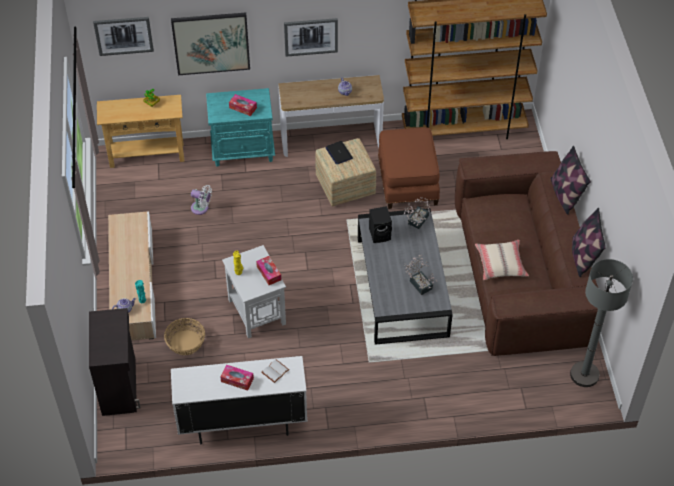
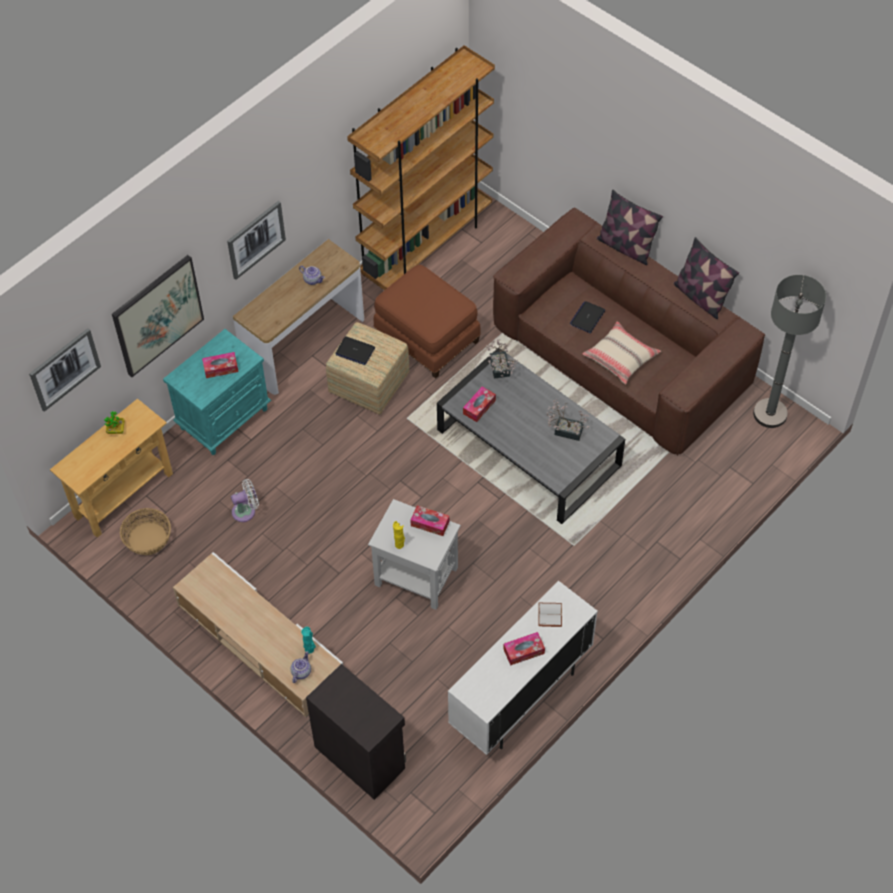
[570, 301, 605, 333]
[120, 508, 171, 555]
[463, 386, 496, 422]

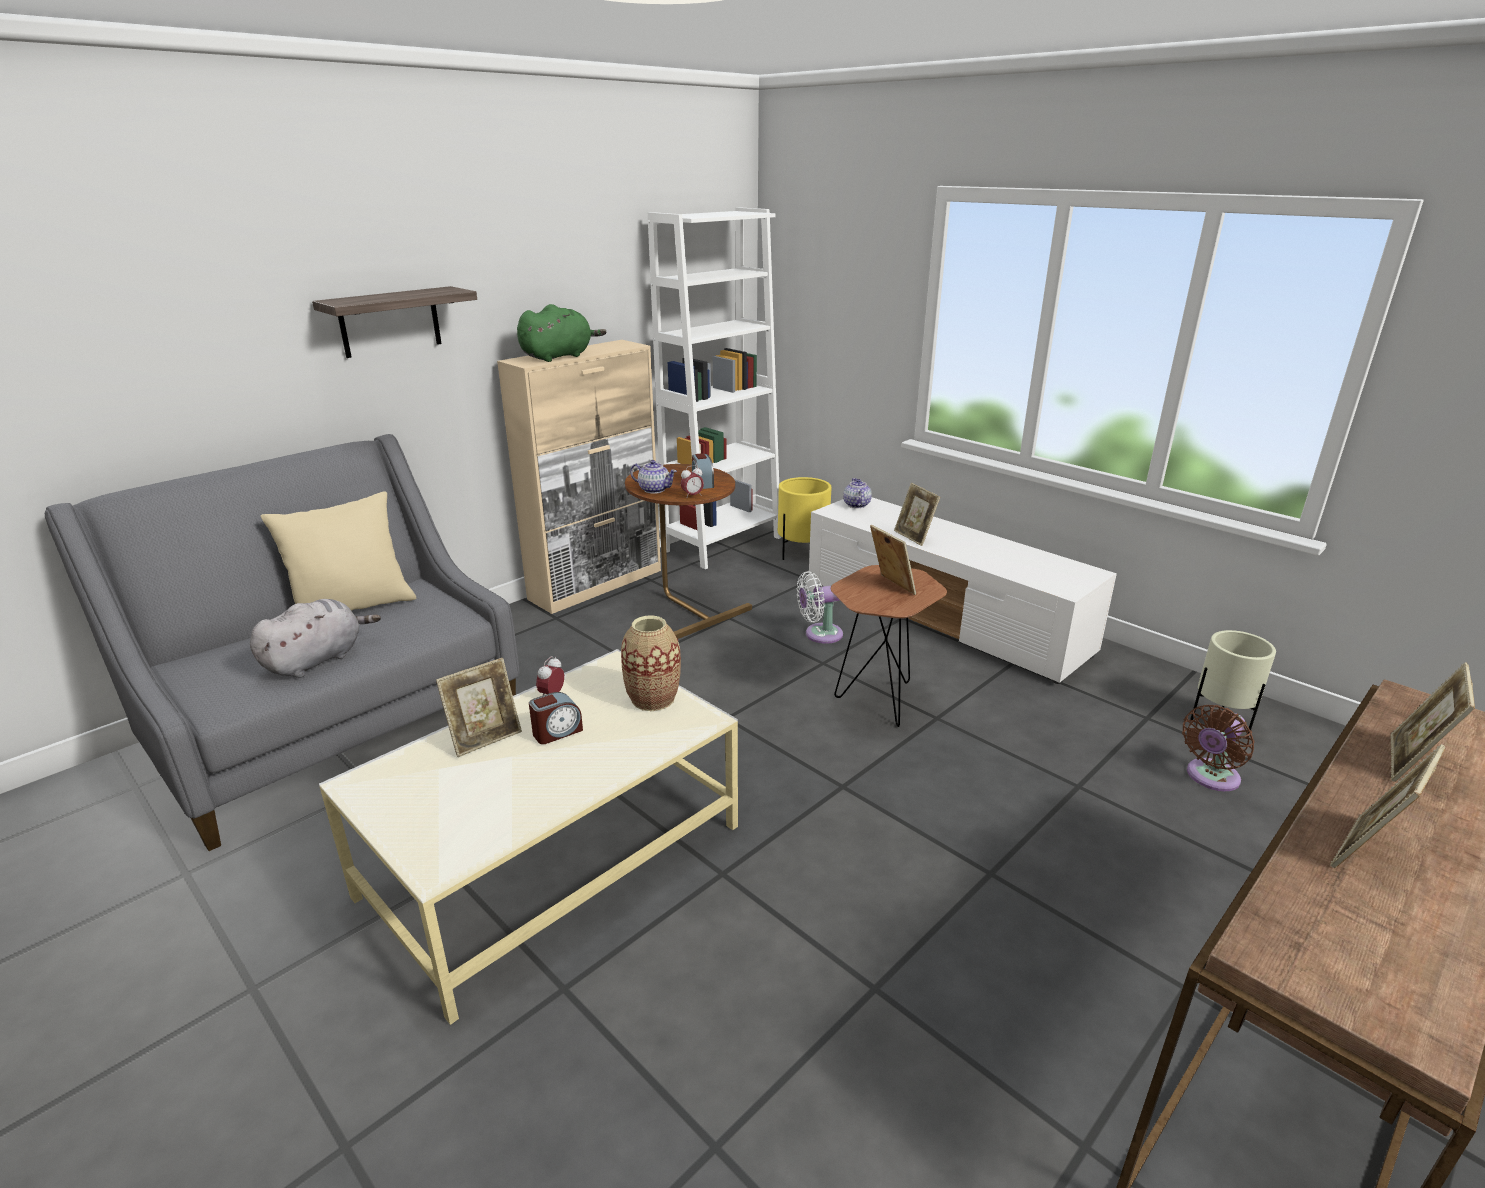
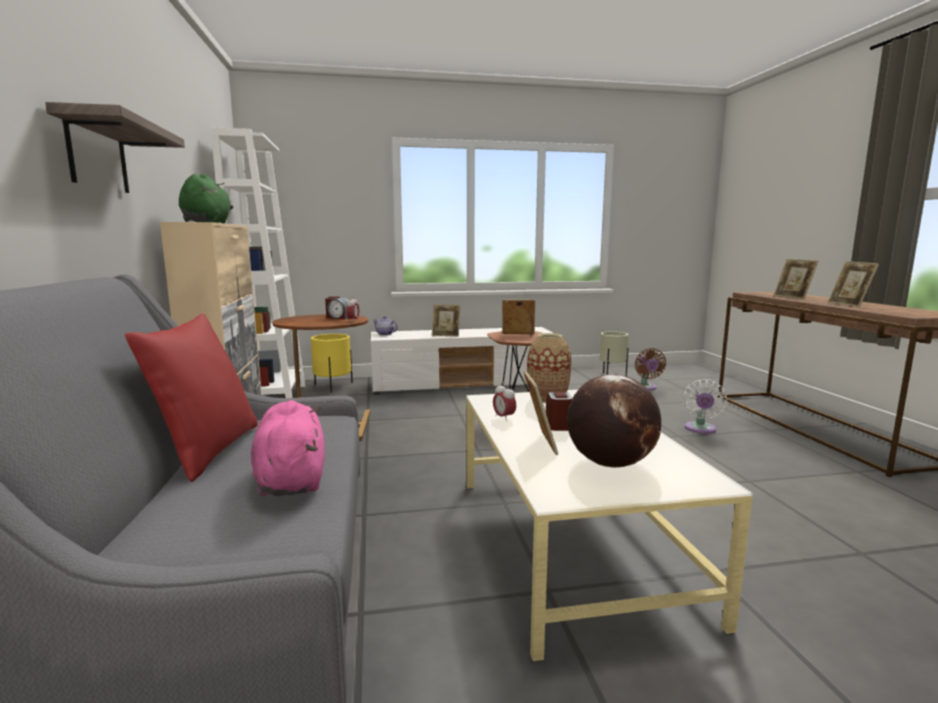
[630, 460, 677, 494] (first image)
[567, 374, 661, 468]
[683, 379, 727, 434]
[251, 400, 325, 496]
[125, 314, 258, 482]

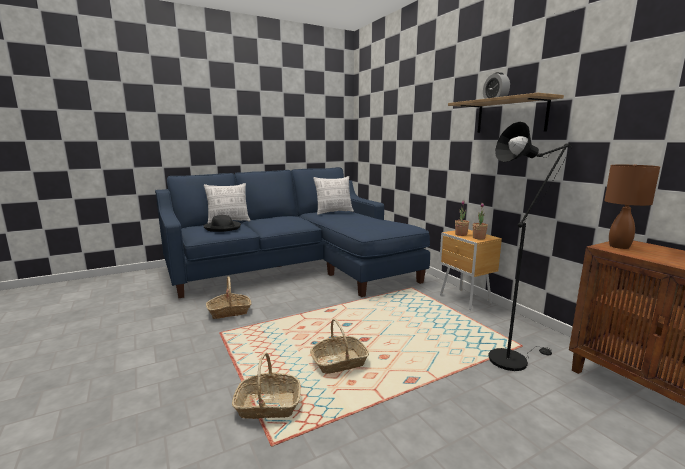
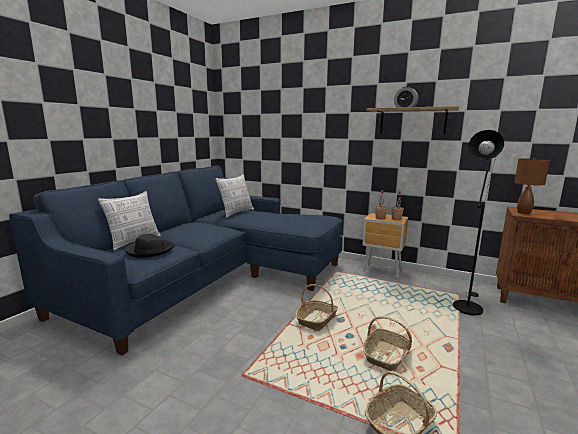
[296, 284, 338, 331]

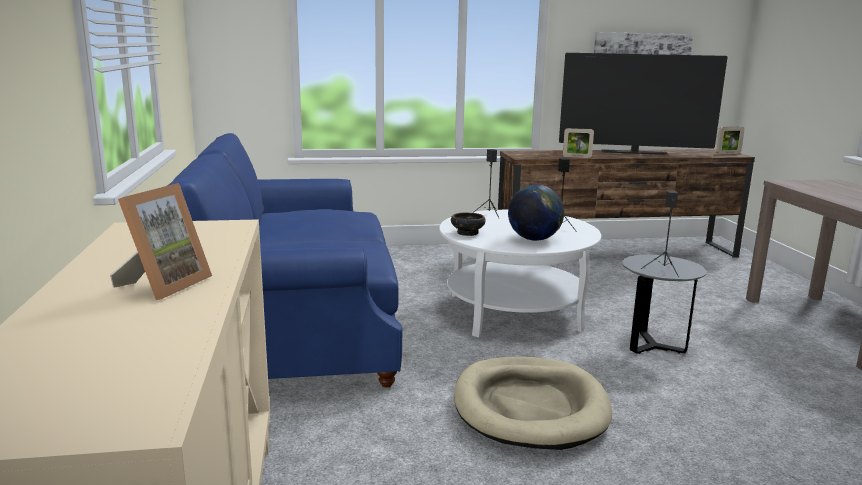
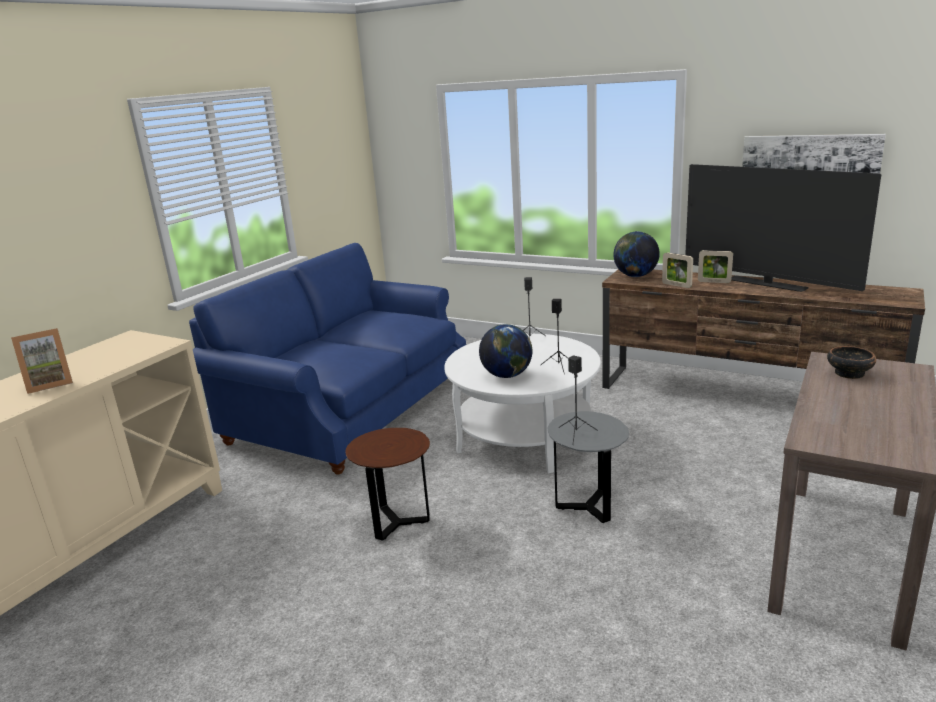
[613, 231, 660, 277]
[827, 346, 876, 379]
[698, 250, 733, 283]
[345, 428, 430, 541]

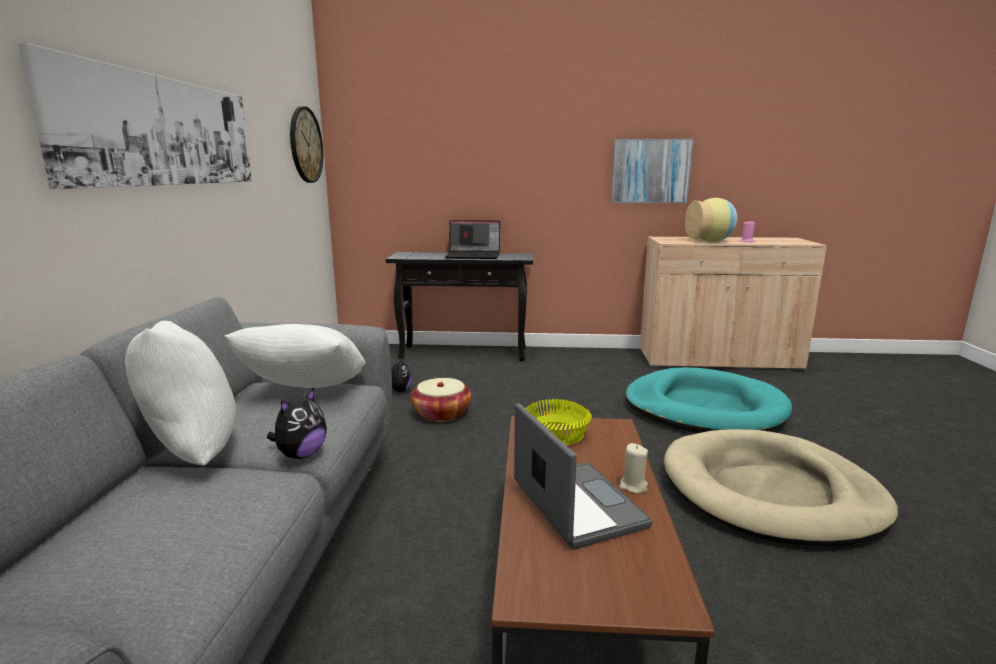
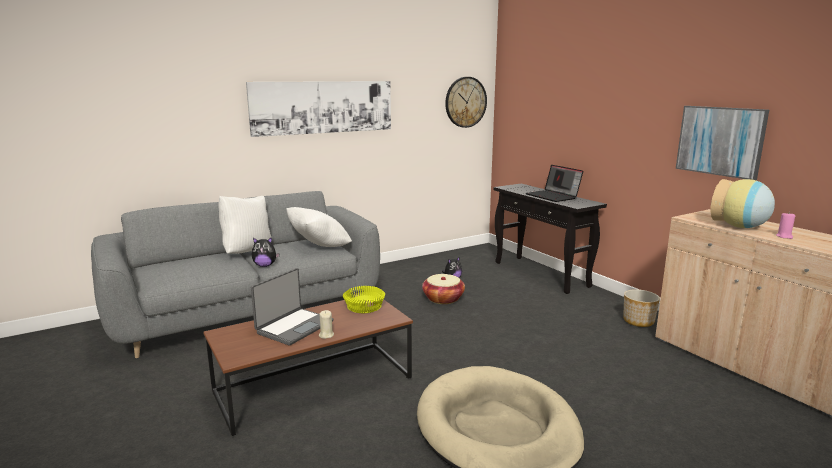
[625, 367, 792, 433] (first image)
[623, 289, 660, 327]

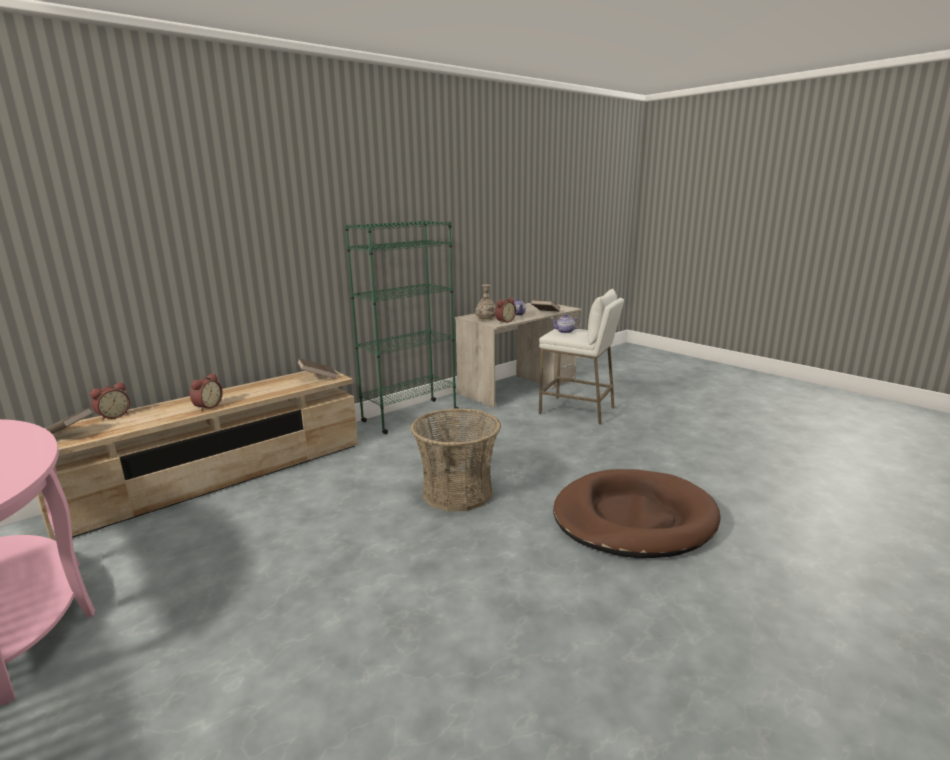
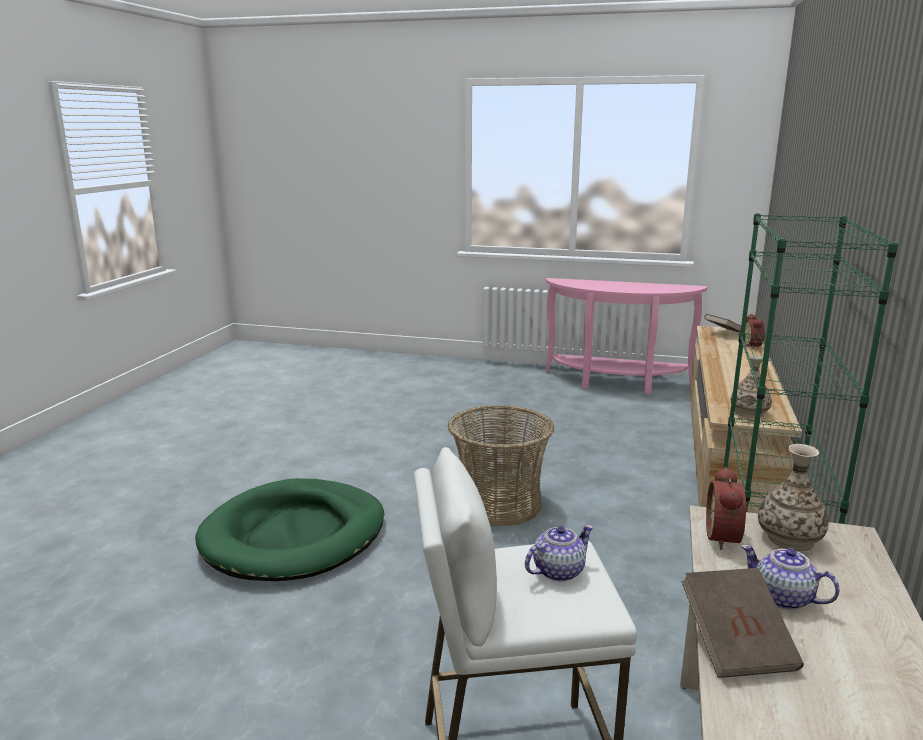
[190, 373, 223, 411] (first image)
[730, 355, 772, 418]
[195, 478, 384, 581]

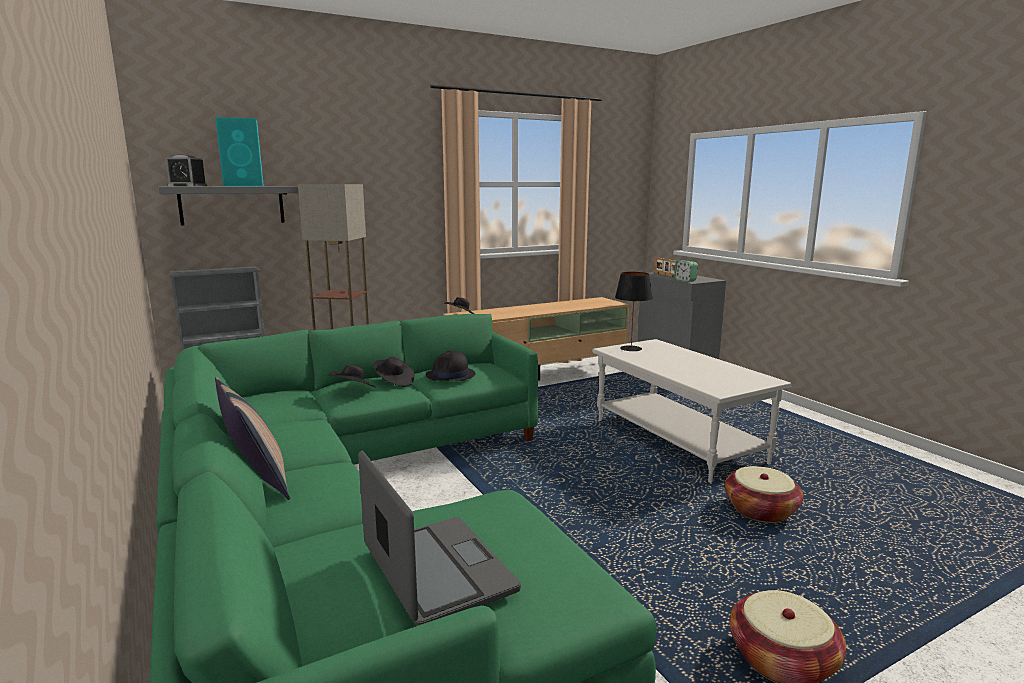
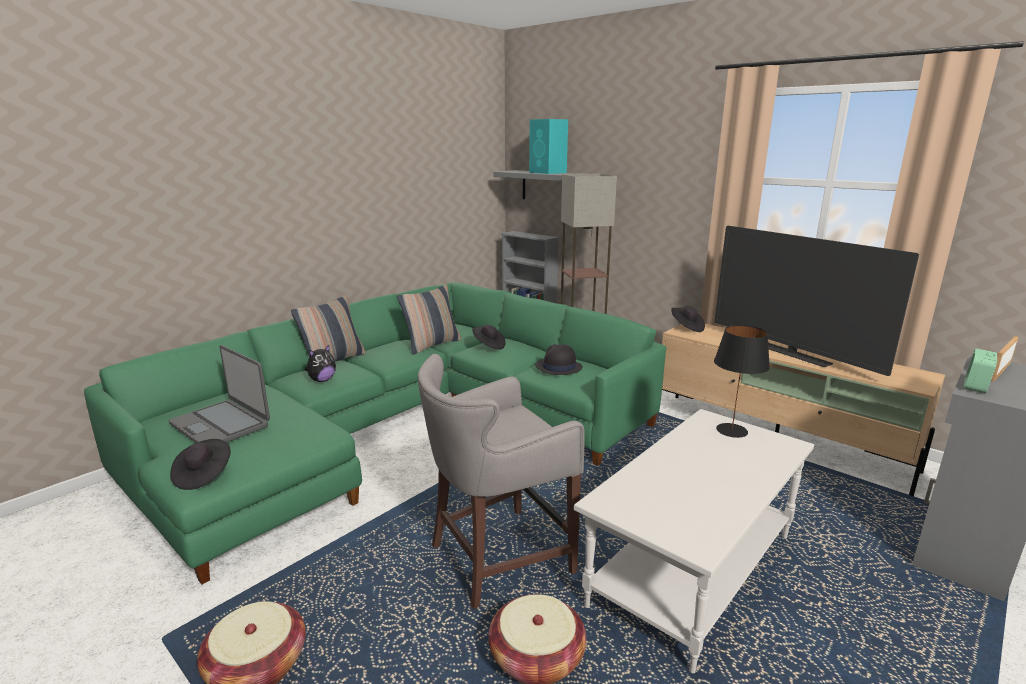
[165, 155, 207, 186] (first image)
[305, 345, 336, 382]
[397, 284, 461, 355]
[418, 354, 585, 609]
[714, 226, 919, 376]
[170, 439, 231, 490]
[169, 345, 270, 443]

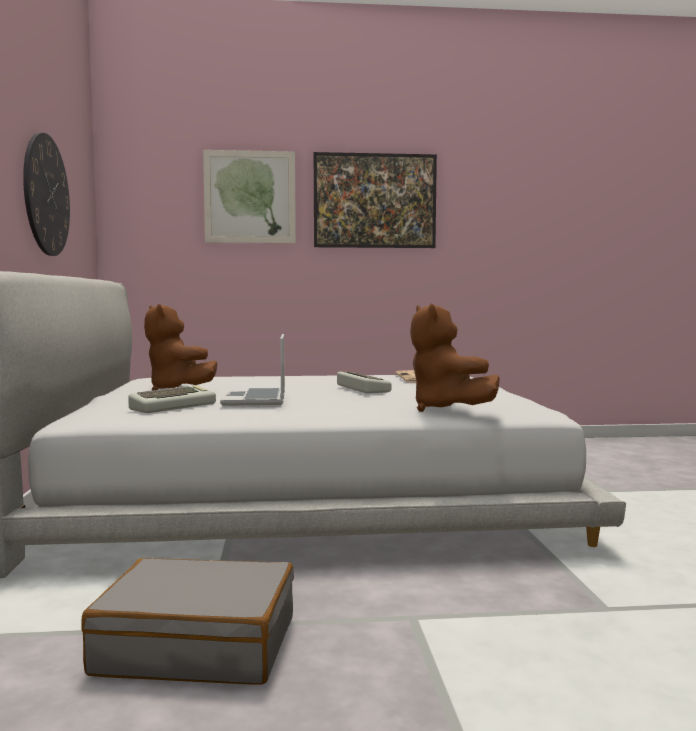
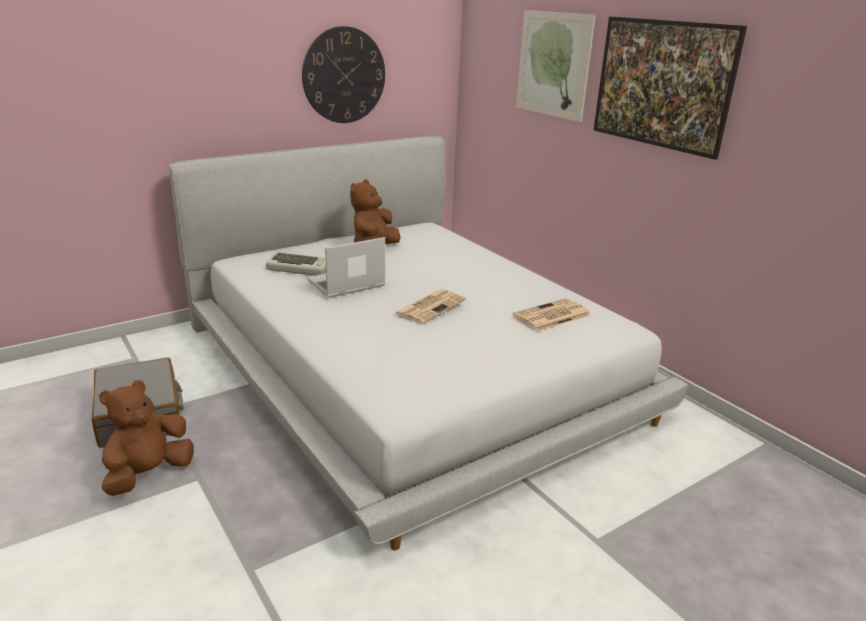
[99, 380, 194, 496]
[394, 289, 466, 324]

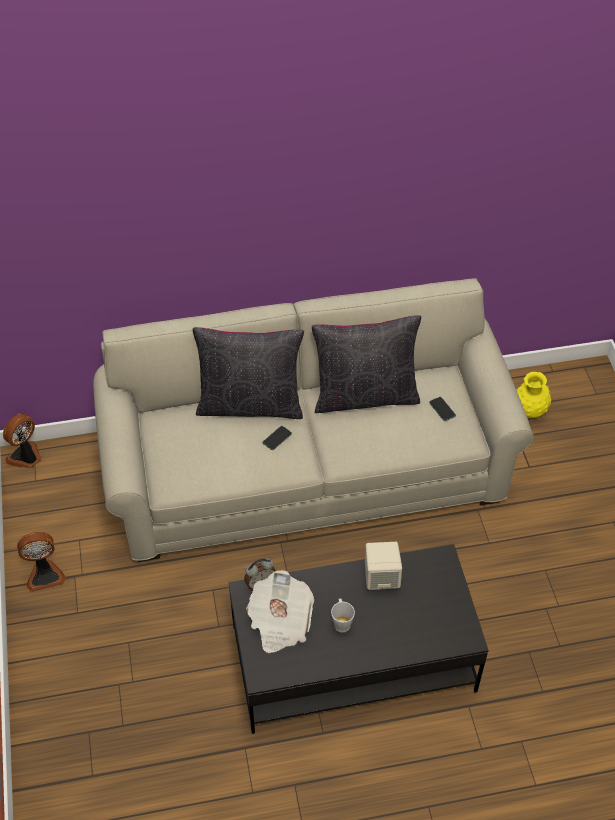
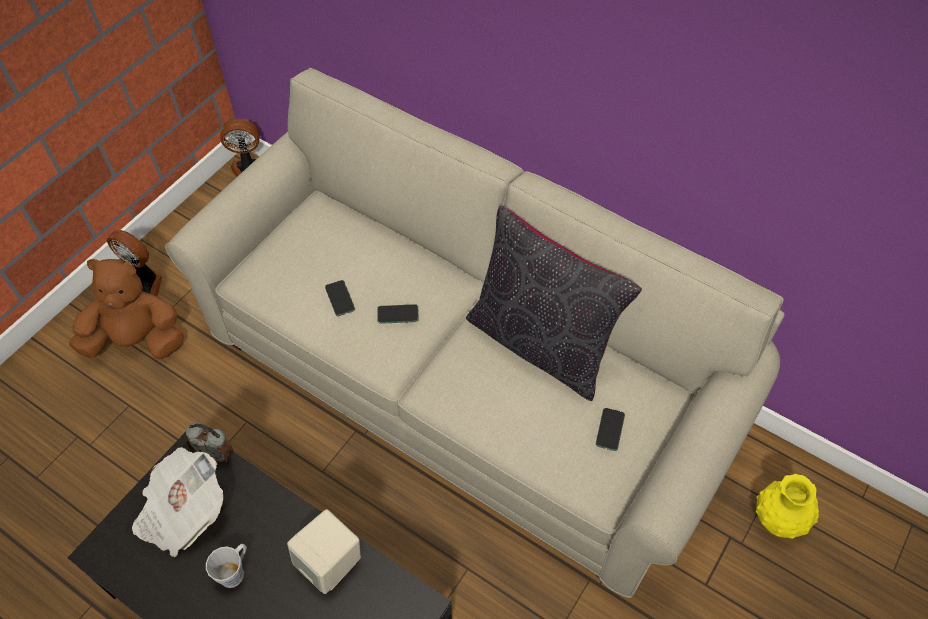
[193, 327, 304, 419] (first image)
[69, 259, 184, 359]
[325, 280, 355, 316]

